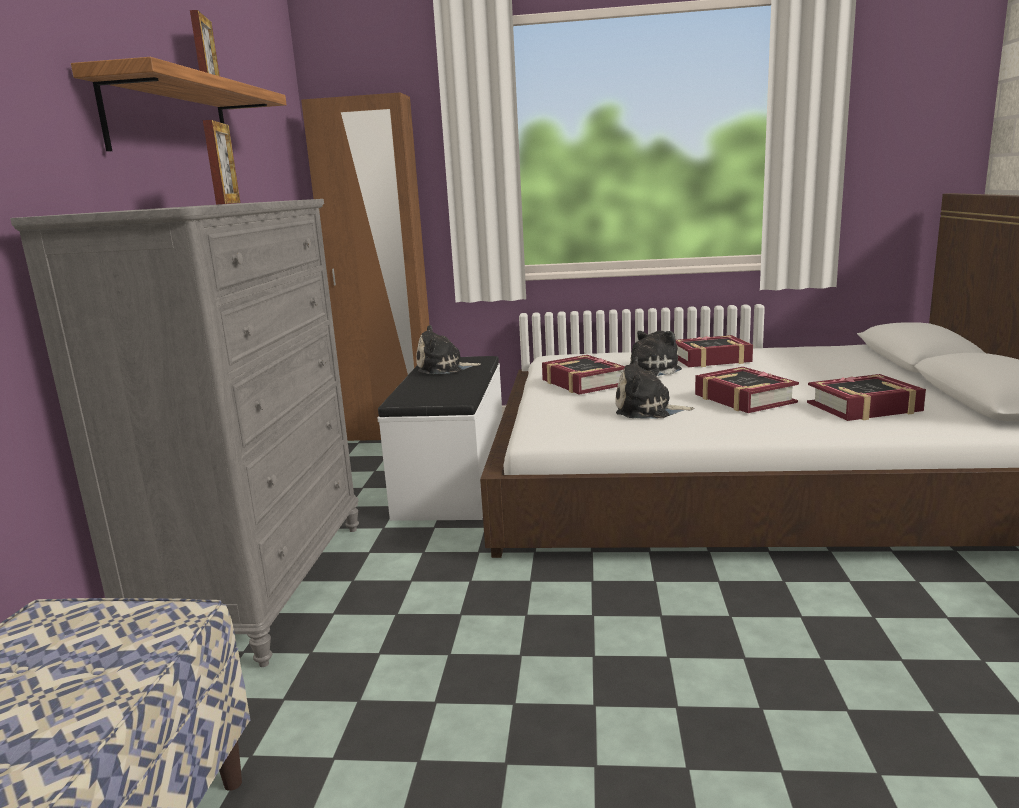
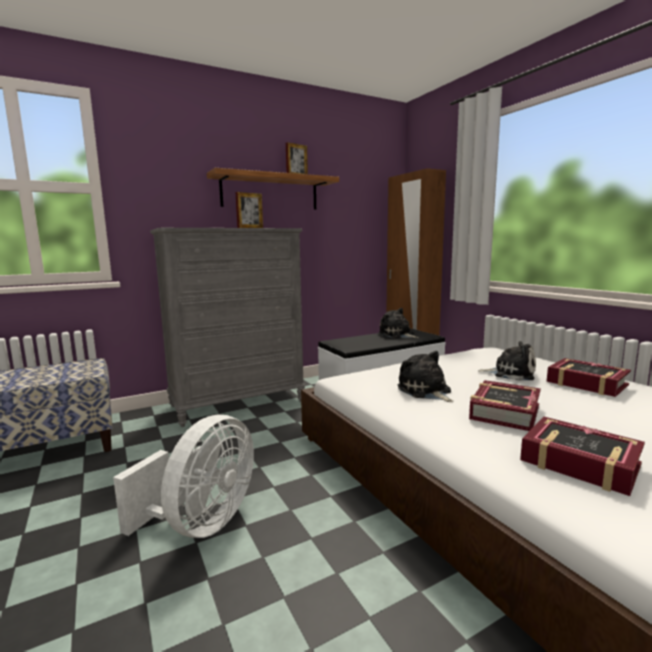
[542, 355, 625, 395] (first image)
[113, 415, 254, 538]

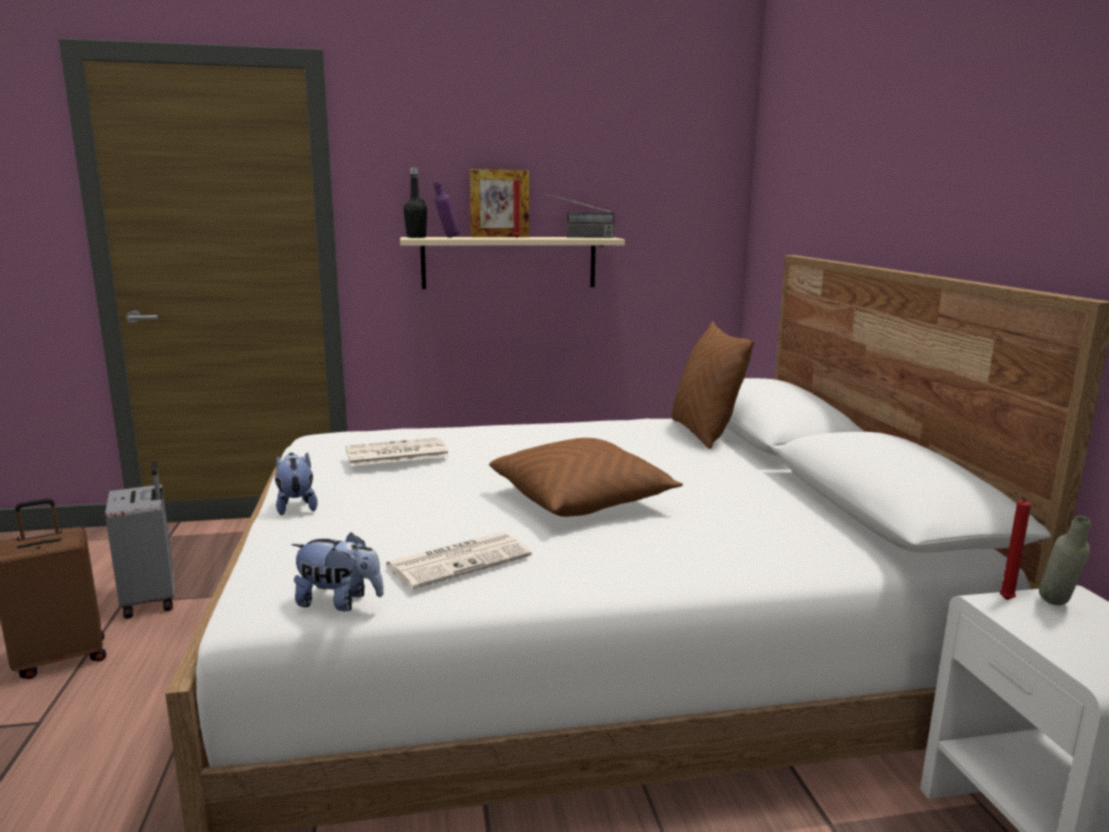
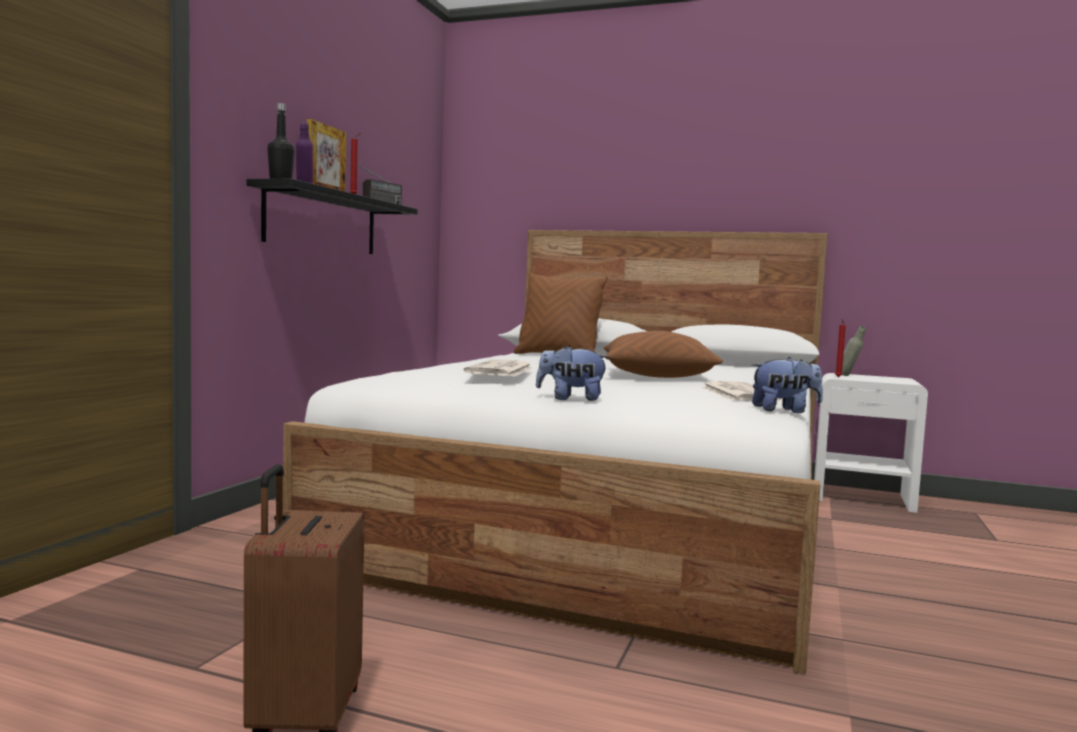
[105, 461, 174, 619] (first image)
[246, 178, 418, 254]
[752, 357, 823, 413]

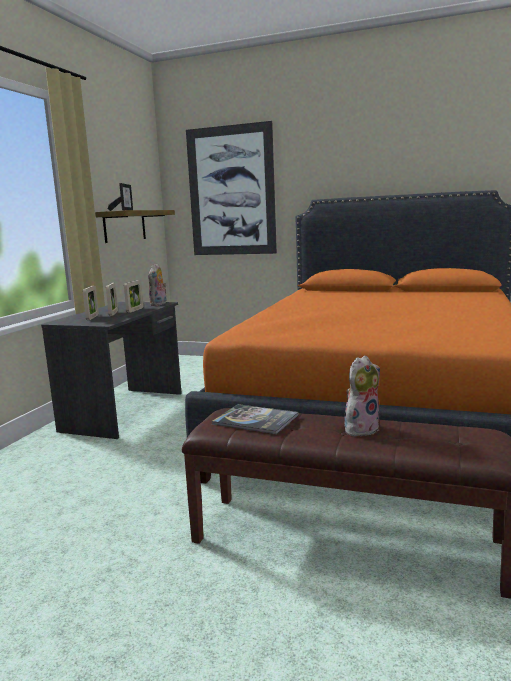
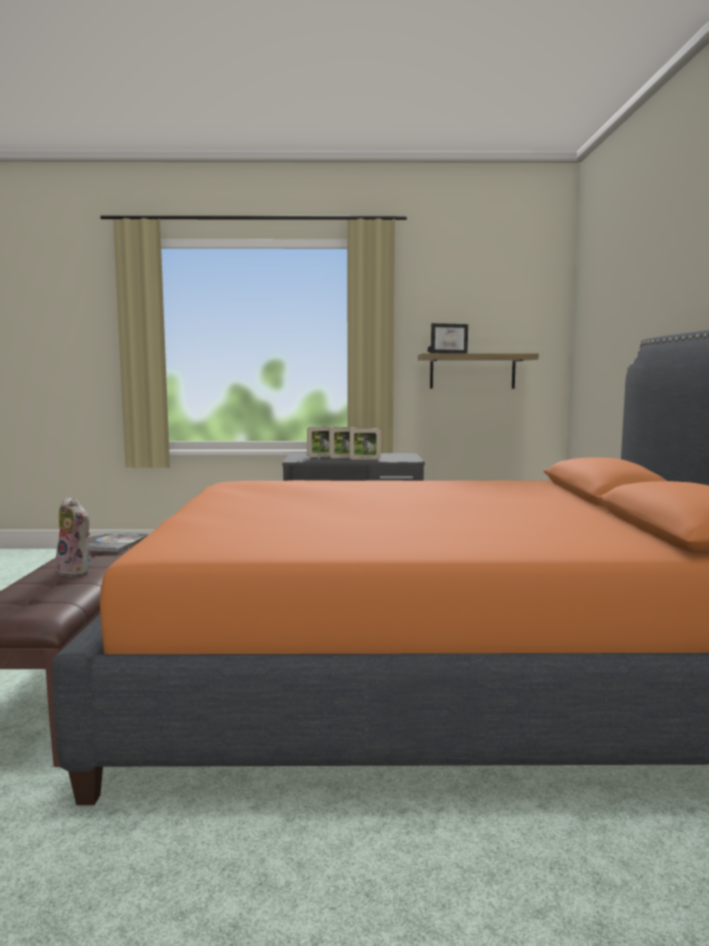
[148, 263, 167, 306] (first image)
[186, 121, 277, 255] (first image)

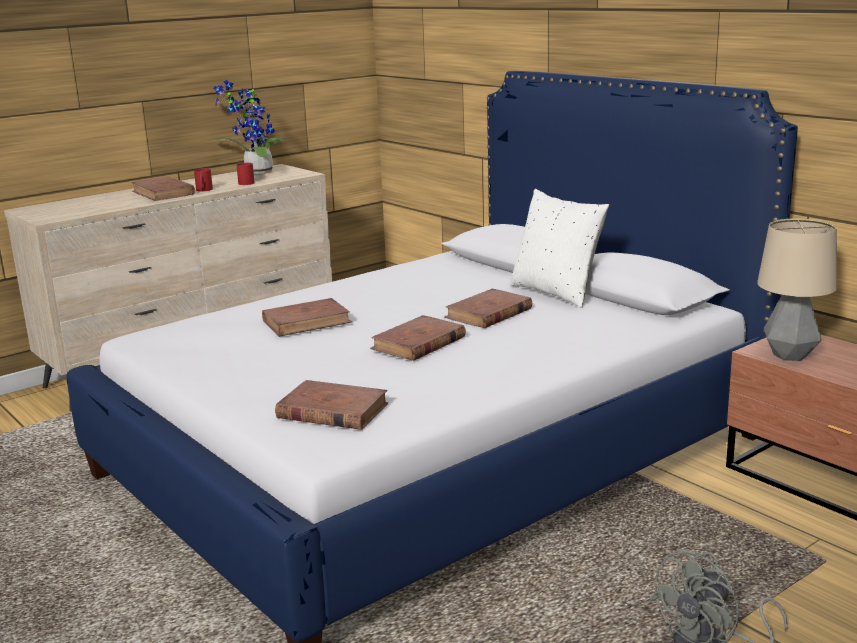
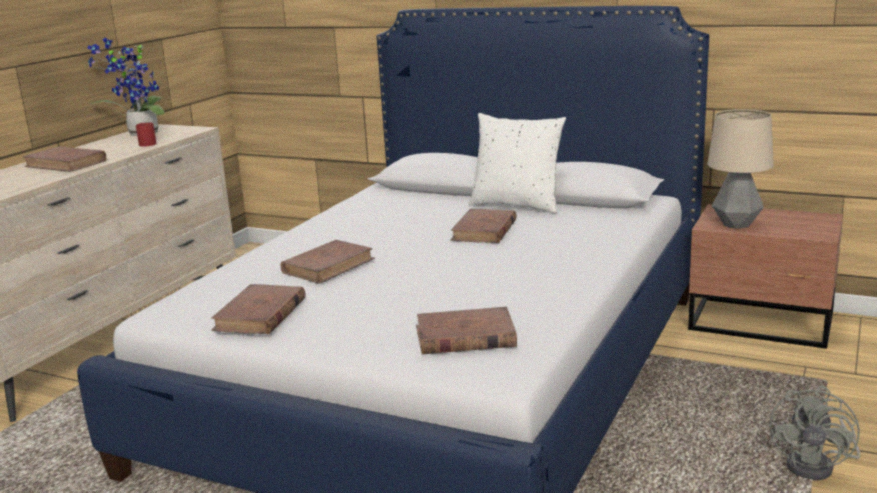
[194, 168, 213, 191] (first image)
[211, 284, 305, 334]

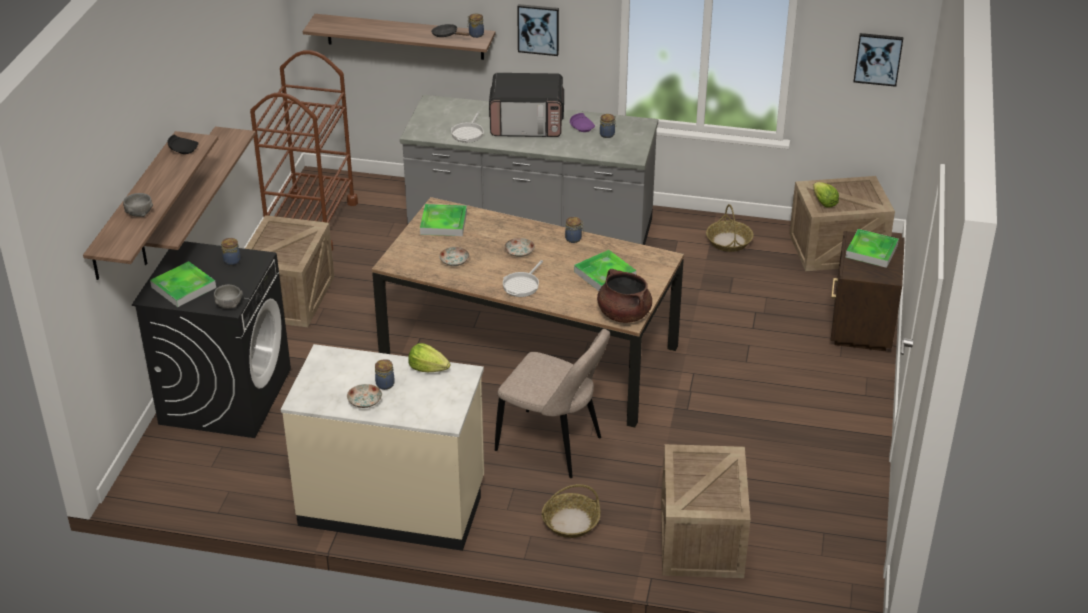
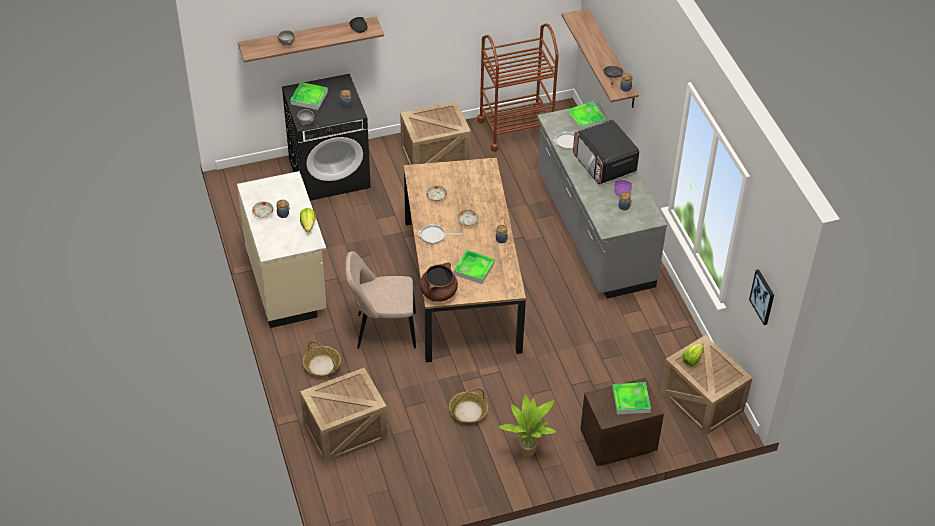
[142, 126, 256, 265] (first image)
[517, 4, 559, 56] (first image)
[499, 395, 556, 457]
[567, 102, 606, 131]
[449, 388, 488, 424]
[345, 251, 416, 349]

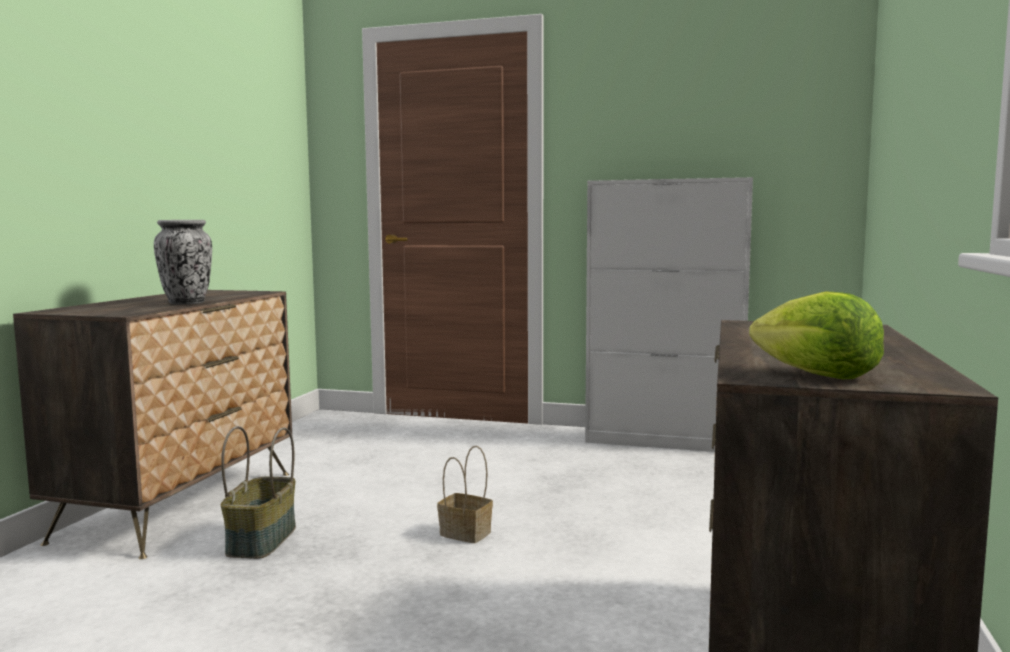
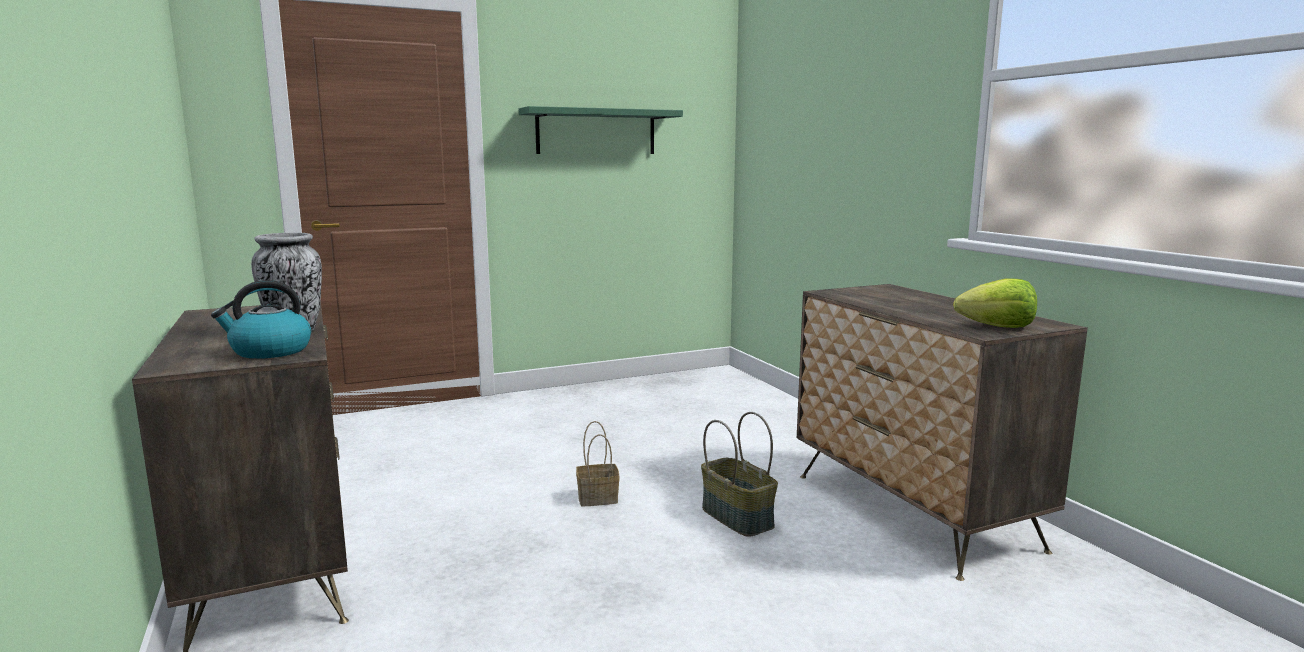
[585, 177, 753, 452] (first image)
[211, 280, 311, 359]
[519, 106, 683, 154]
[701, 412, 778, 537]

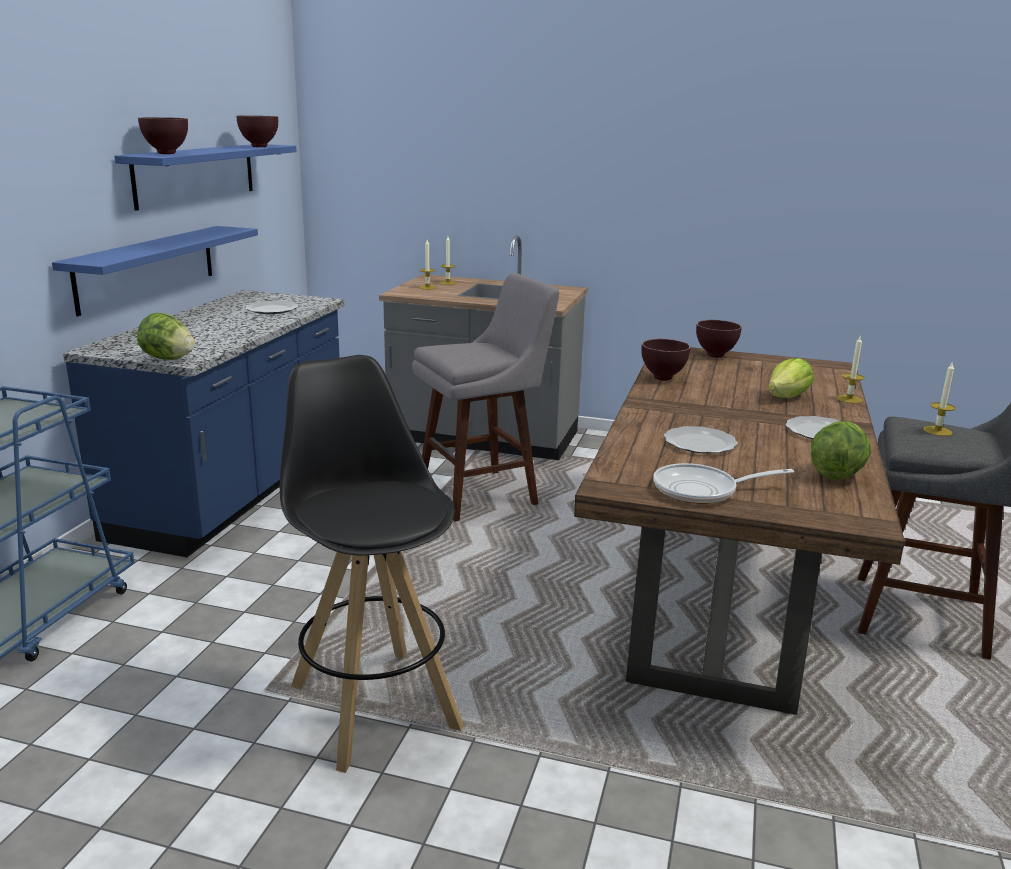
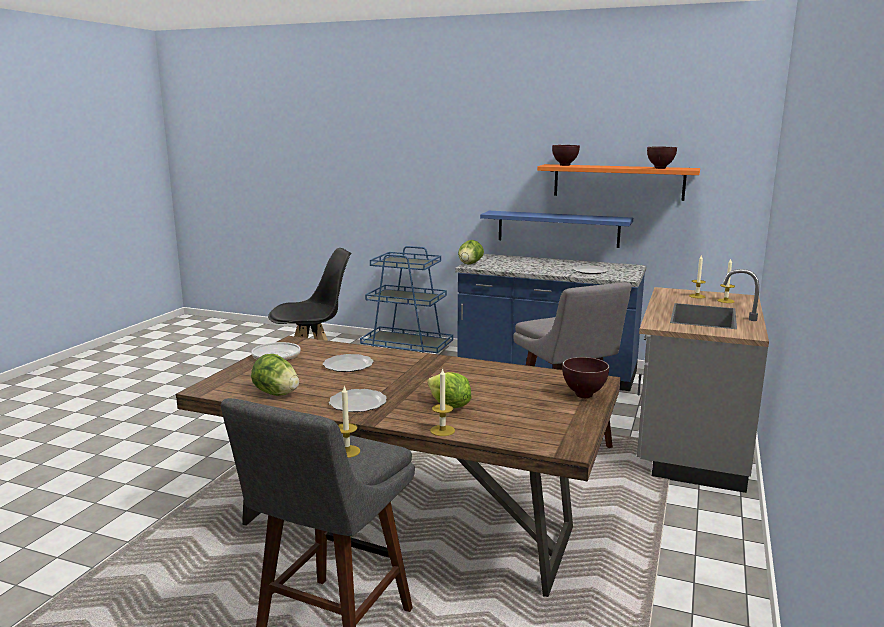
[641, 339, 691, 381] (first image)
[537, 164, 700, 201]

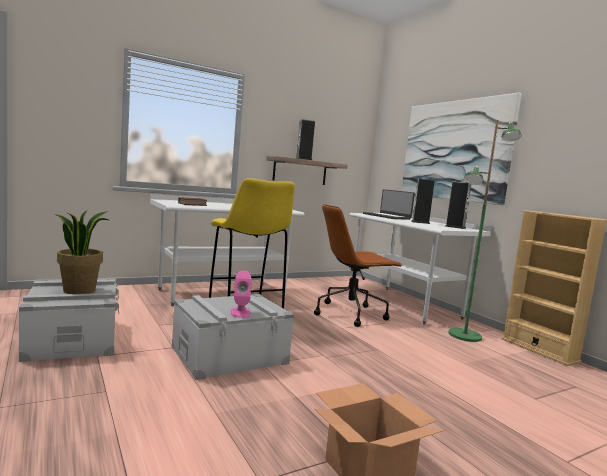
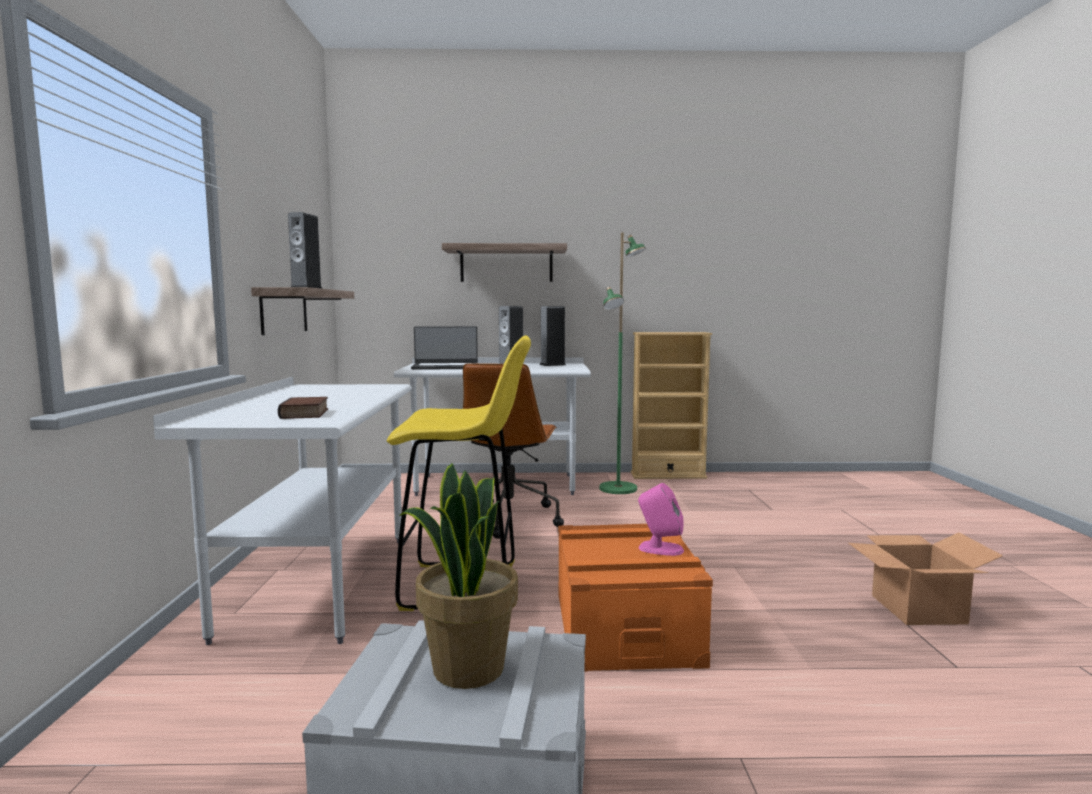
[442, 243, 567, 282]
[558, 524, 713, 672]

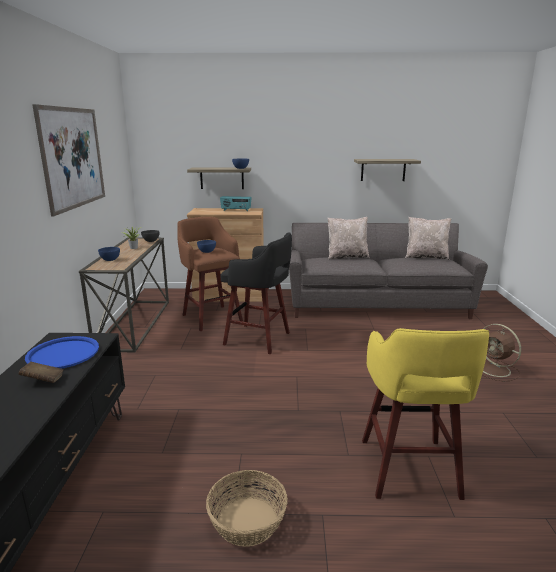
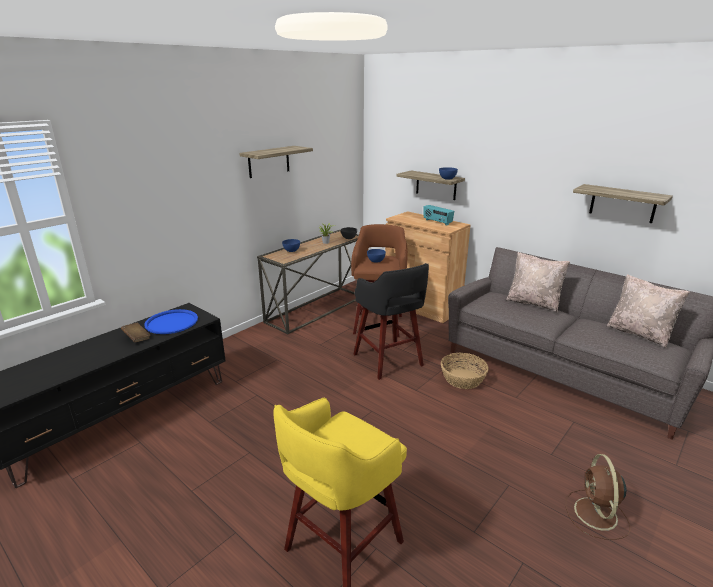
[441, 353, 489, 389]
[239, 146, 313, 178]

